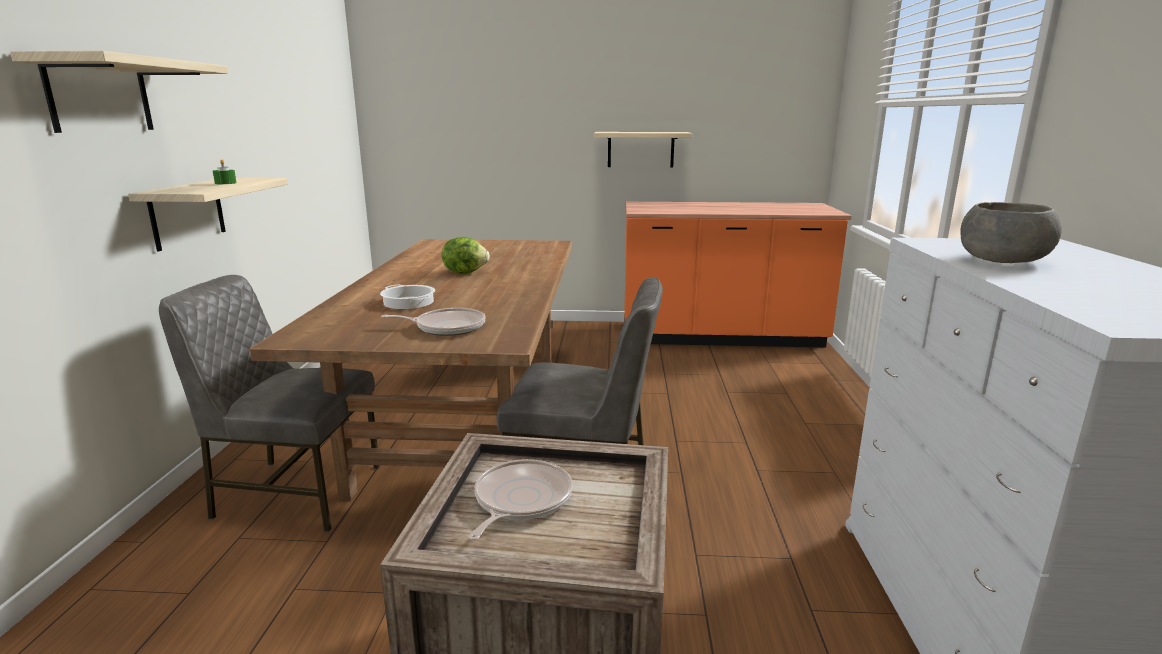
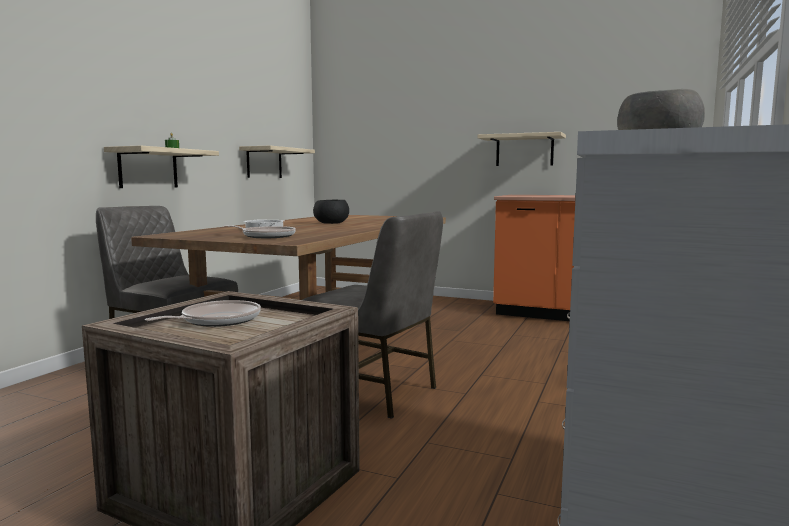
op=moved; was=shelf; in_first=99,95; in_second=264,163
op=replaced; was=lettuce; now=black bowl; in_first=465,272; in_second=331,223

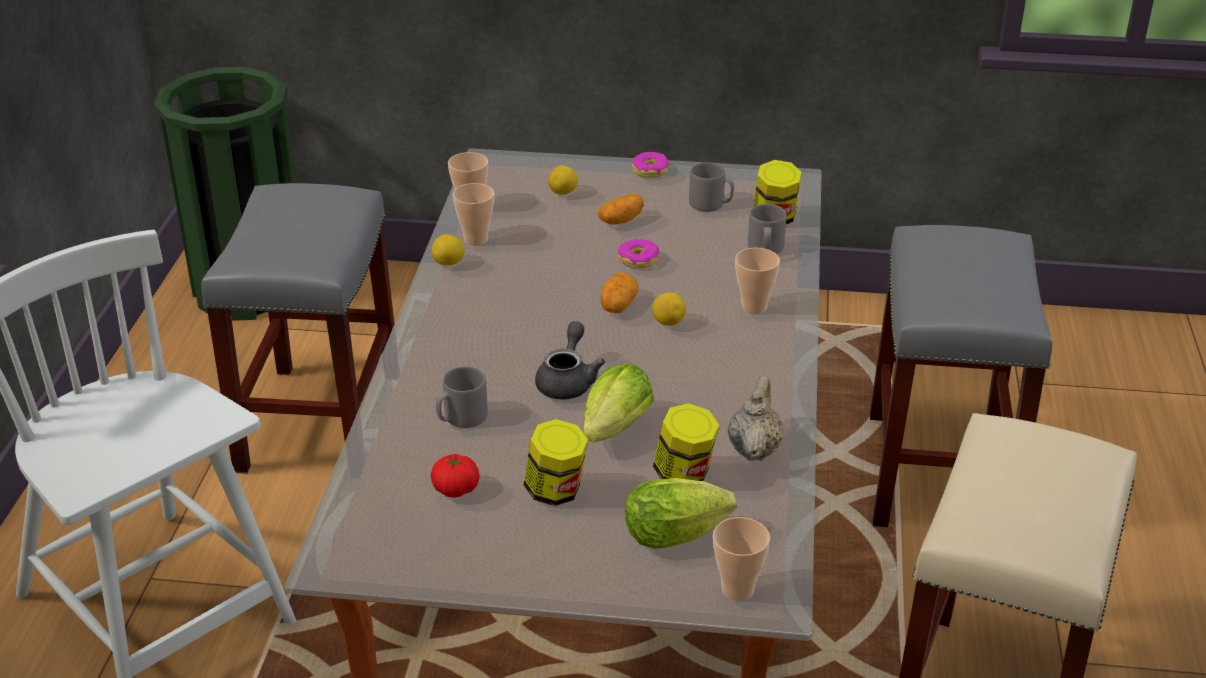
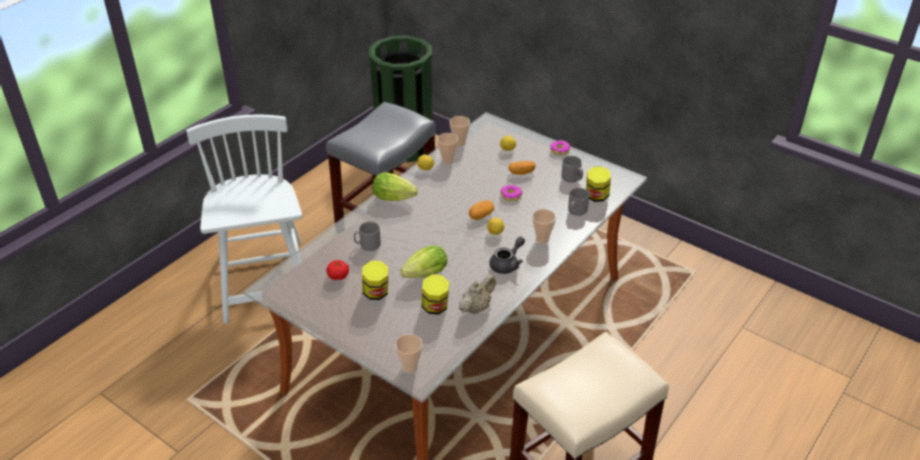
op=moved; was=lettuce; in_first=680,534; in_second=396,198
op=moved; was=grey teapot; in_first=568,381; in_second=507,264
op=removed; was=grey stool; in_first=940,475

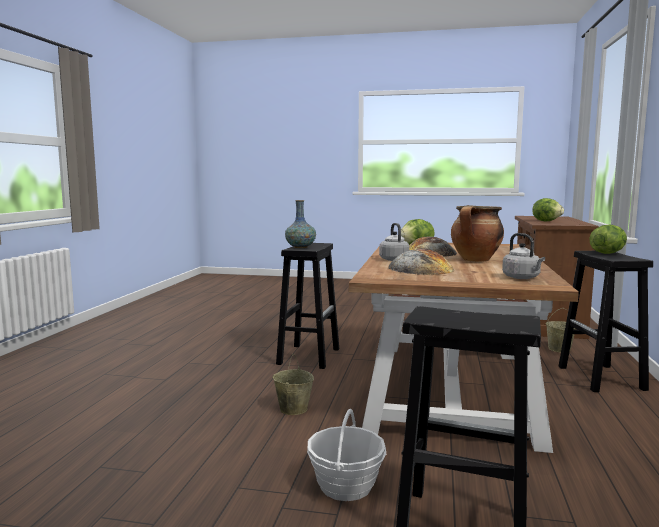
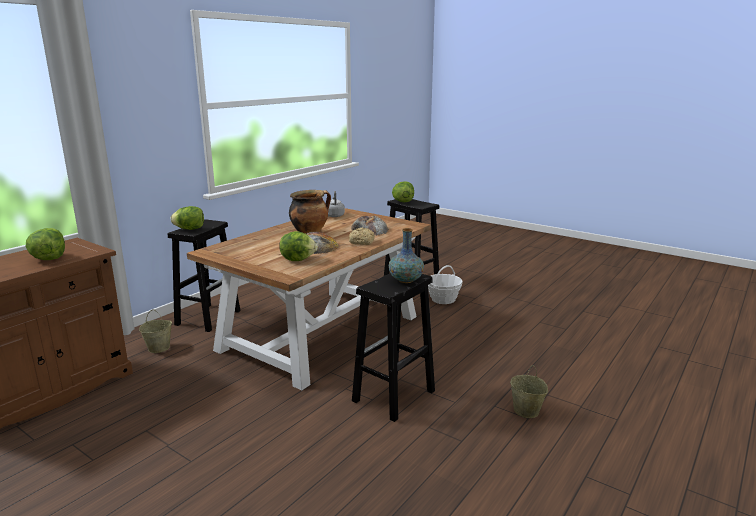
op=replaced; was=grey kettle; now=bread; in_first=393,259; in_second=362,242
op=added; now=lettuce; in_second=403,201
op=moved; was=beige bucket; in_first=293,409; in_second=526,411

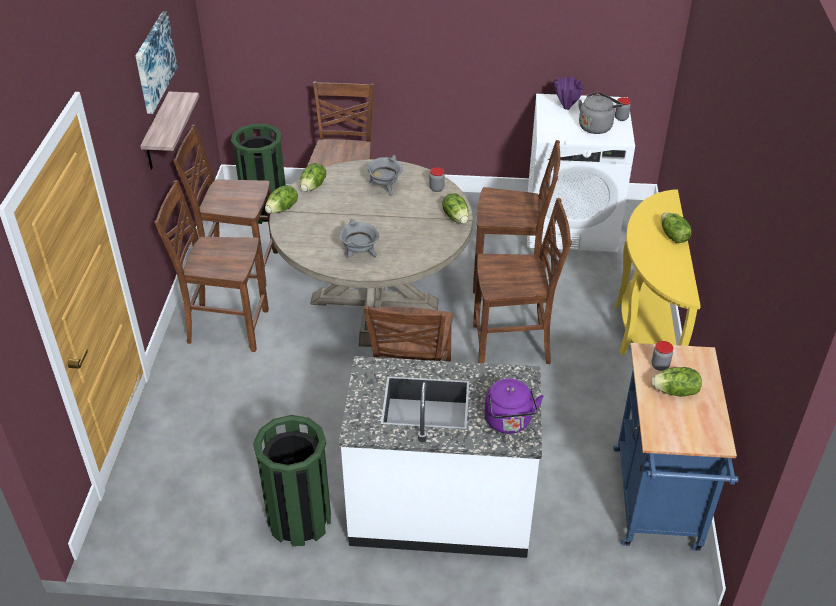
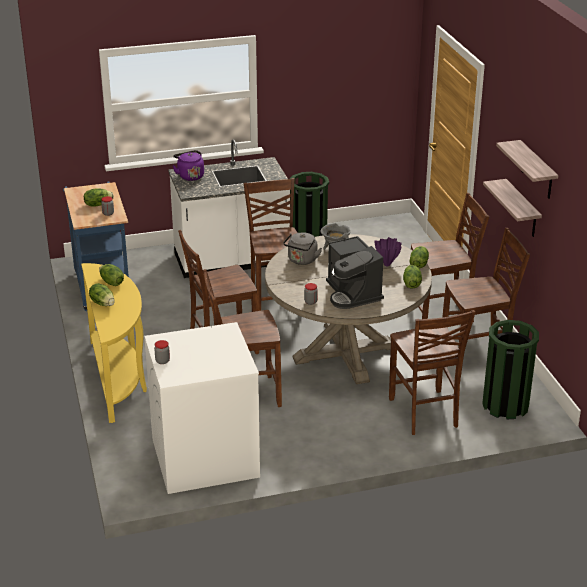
op=moved; was=lettuce; in_first=456,217; in_second=111,282
op=moved; was=grey kettle; in_first=596,126; in_second=302,260
op=replaced; was=grey cooking pot; now=coffee machine; in_first=385,188; in_second=353,294
op=moved; was=purple vase; in_first=566,107; in_second=387,265
op=replaced; was=picture; now=shelf; in_first=154,61; in_second=537,170

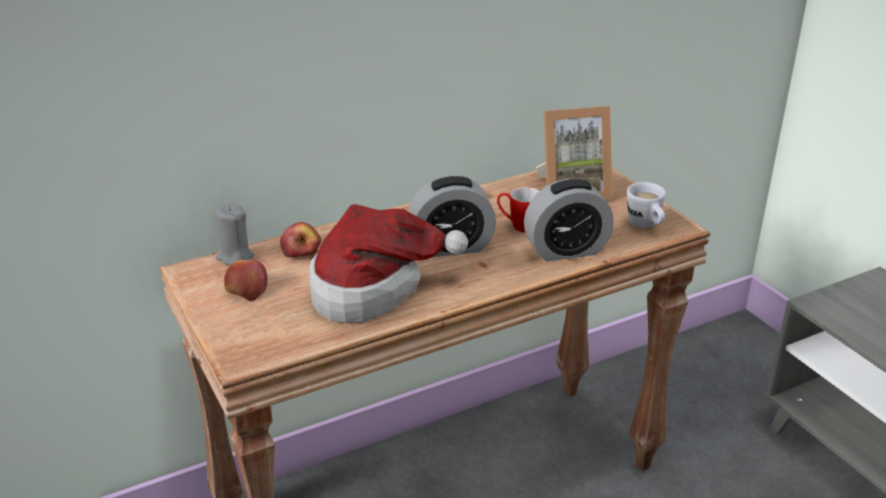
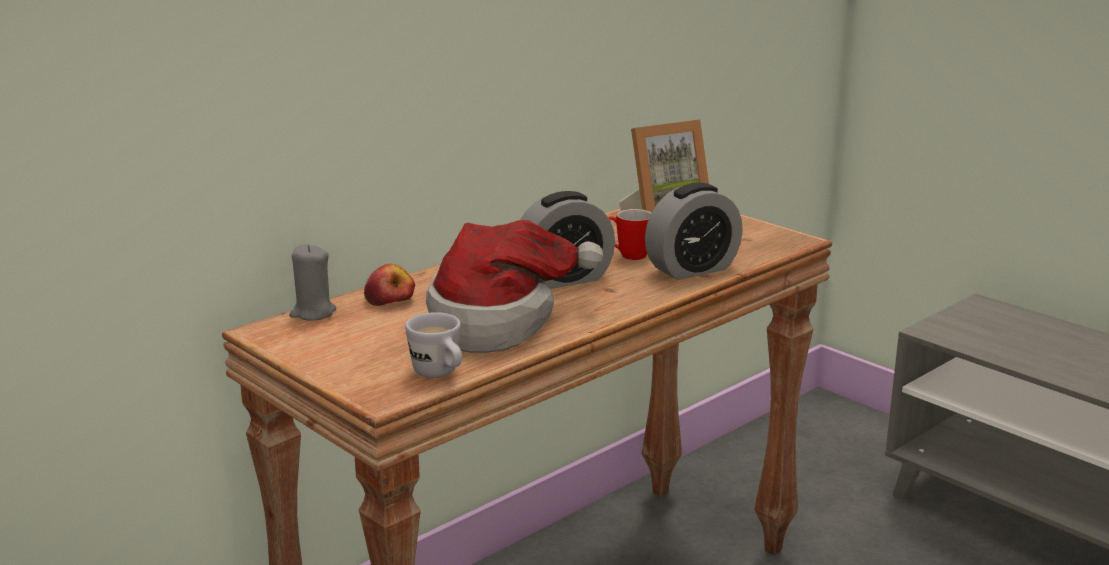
op=moved; was=white mug; in_first=646,226; in_second=440,375
op=removed; was=apple; in_first=246,288

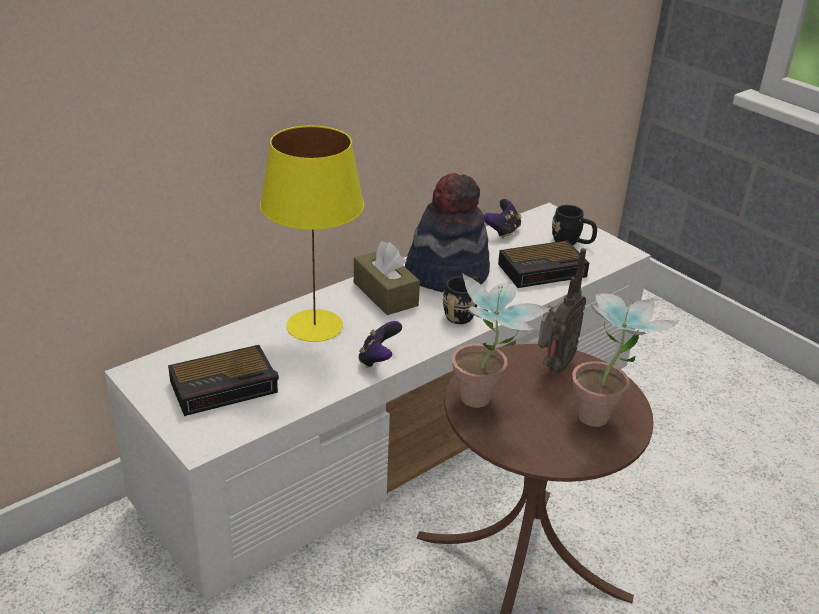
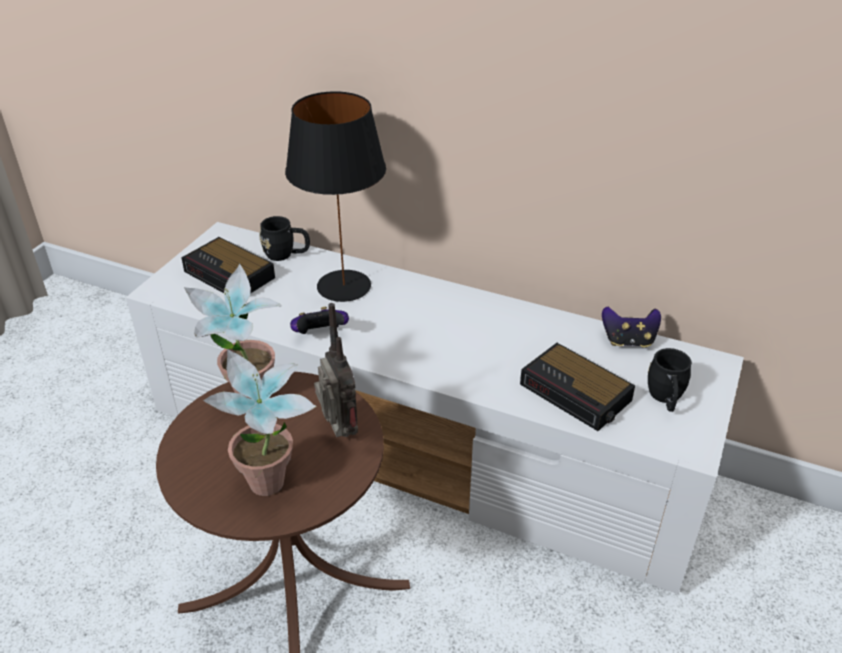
op=moved; was=black mug; in_first=463,313; in_second=286,254
op=recoloured; was=yellow table lamp; now=black table lamp; in_first=313,325; in_second=344,285
op=turned; was=radio; in_first=553,366; in_second=338,432; clockwise=-120
op=removed; was=brown tissue box; in_first=385,294
op=removed; was=hat; in_first=447,273

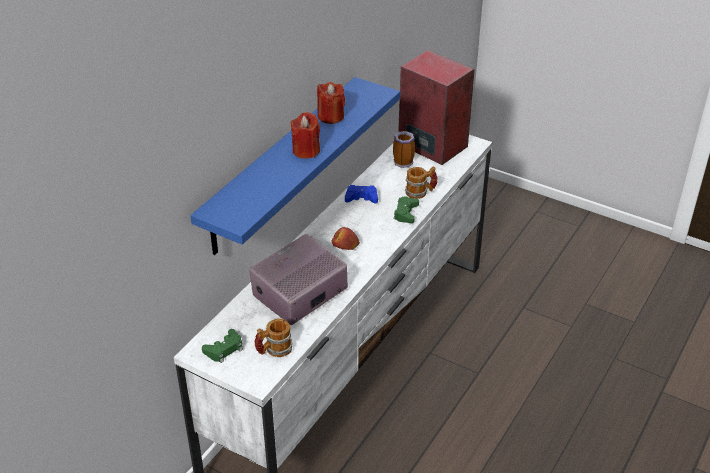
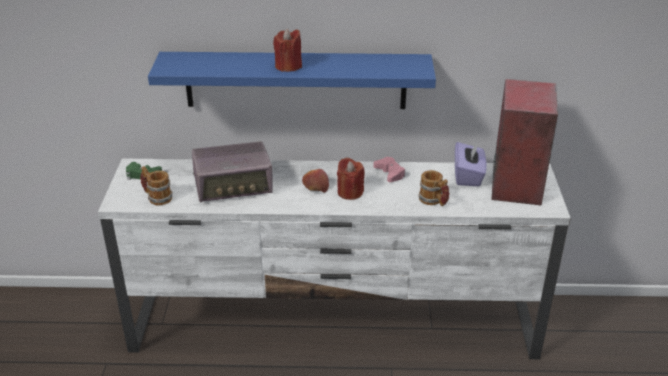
op=turned; was=radio; in_first=299,293; in_second=233,185; clockwise=150
op=moved; was=red candle; in_first=330,116; in_second=350,192
op=recoloured; was=blue game controller; now=pink game controller; in_first=361,198; in_second=389,173
op=replaced; was=mug; now=purple tissue box; in_first=401,161; in_second=468,176
op=removed; was=green game controller; in_first=406,213

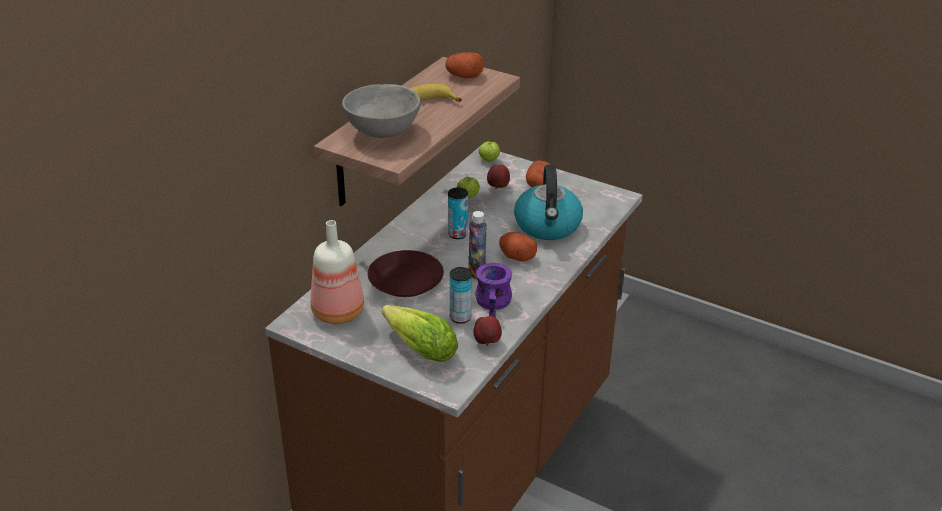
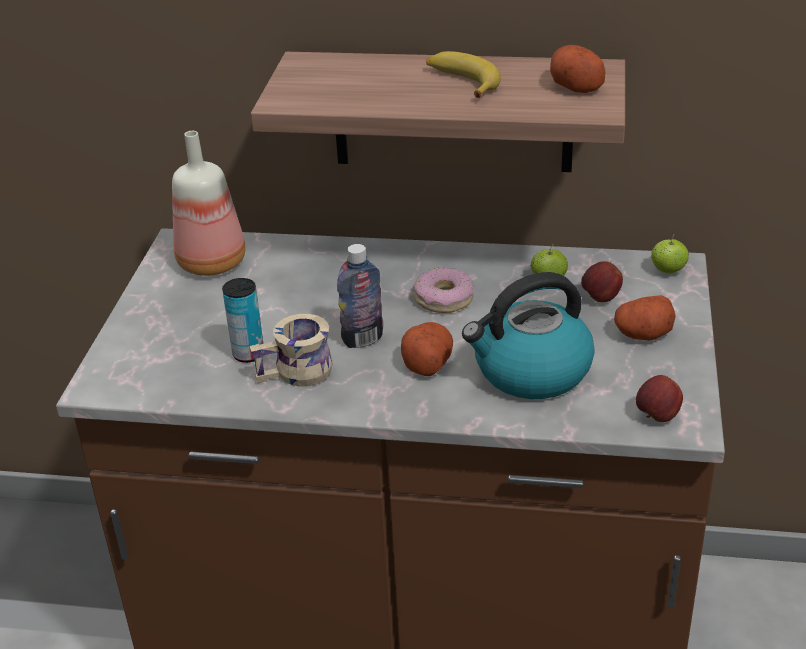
op=recoloured; was=purple mug; now=beige mug; in_first=496,303; in_second=297,375
op=replaced; was=can; now=donut; in_first=457,234; in_second=443,299
op=moved; was=apple; in_first=487,342; in_second=657,416
op=removed; was=grey bowl; in_first=381,132
op=removed; was=brown plate; in_first=405,280
op=removed; was=lettuce; in_first=417,346

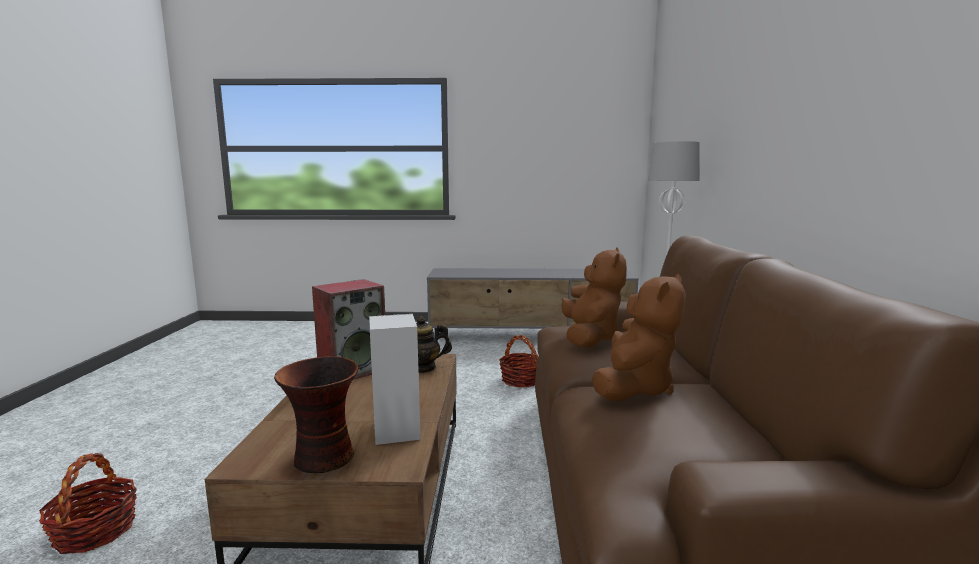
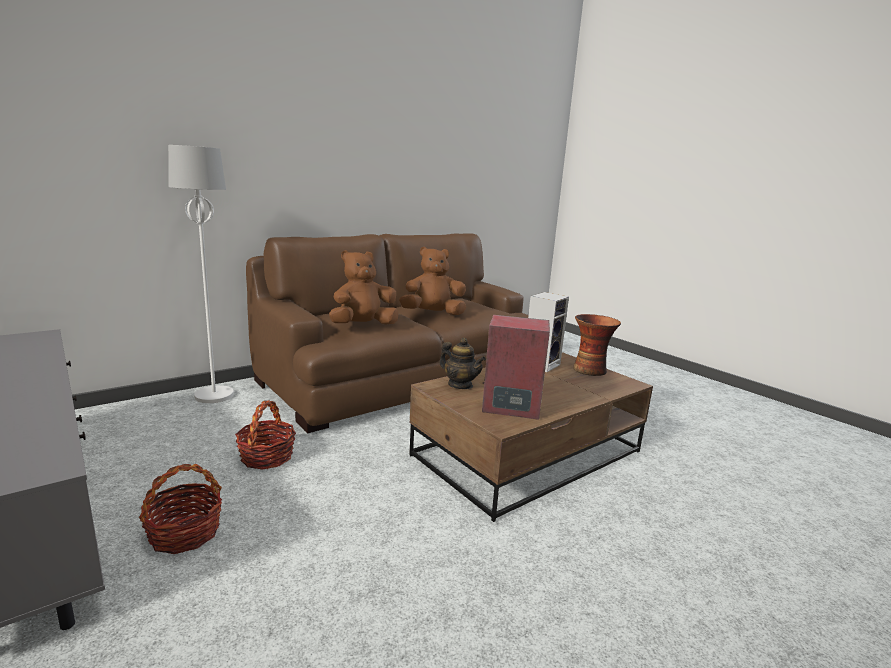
op=moved; was=basket; in_first=95,531; in_second=184,533

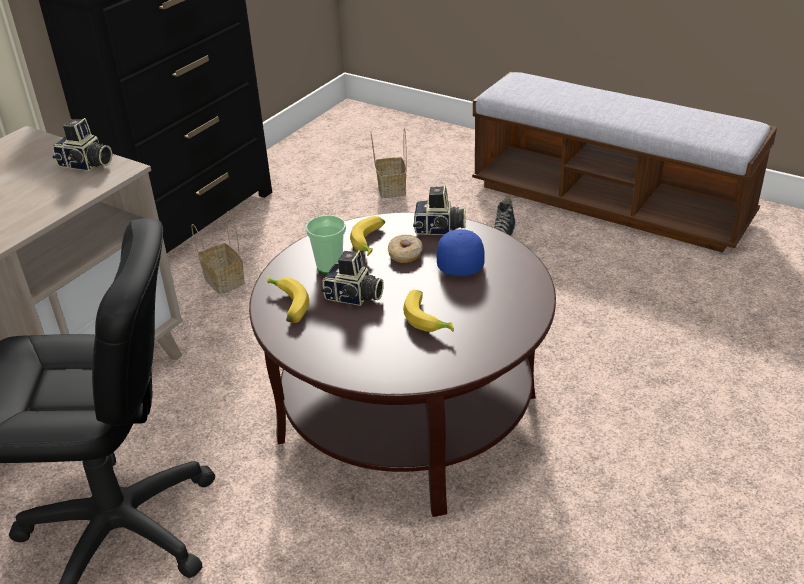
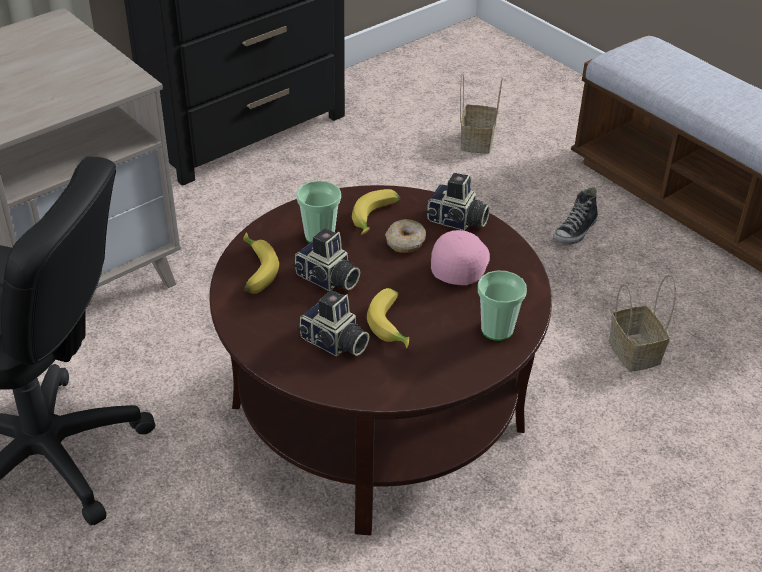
op=moved; was=photo camera; in_first=86,165; in_second=334,343
op=recoloured; was=blue cap; now=pink cap; in_first=459,260; in_second=459,264
op=added; now=cup; in_second=497,330
op=moved; was=basket; in_first=222,280; in_second=632,351

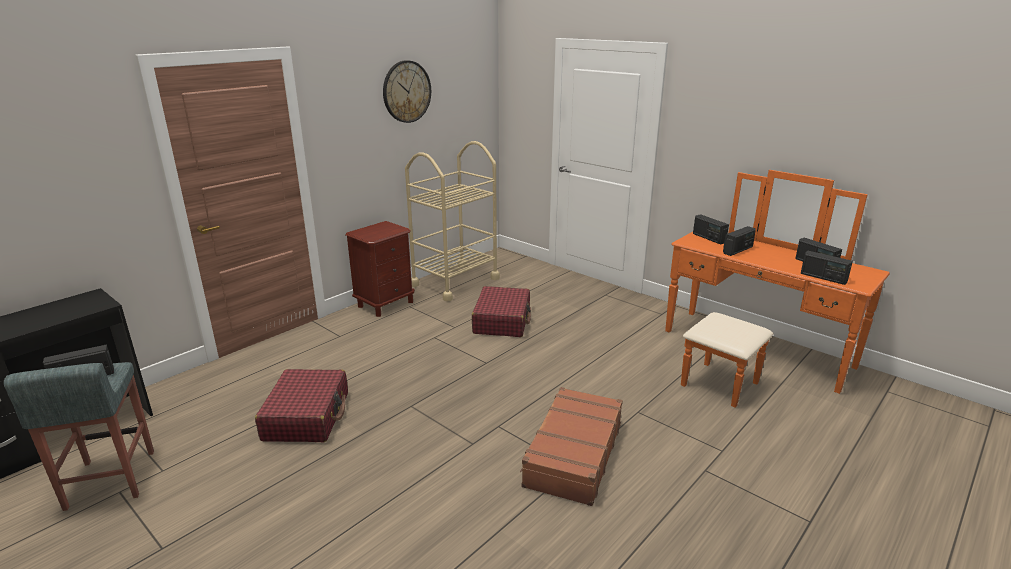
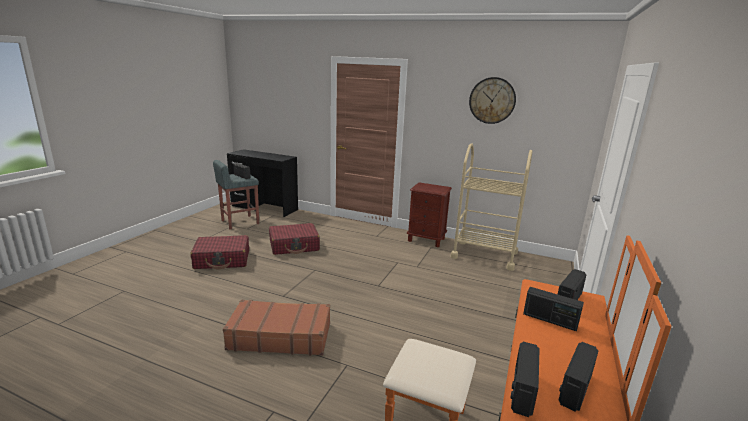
op=moved; was=red suitcase; in_first=502,321; in_second=222,260

